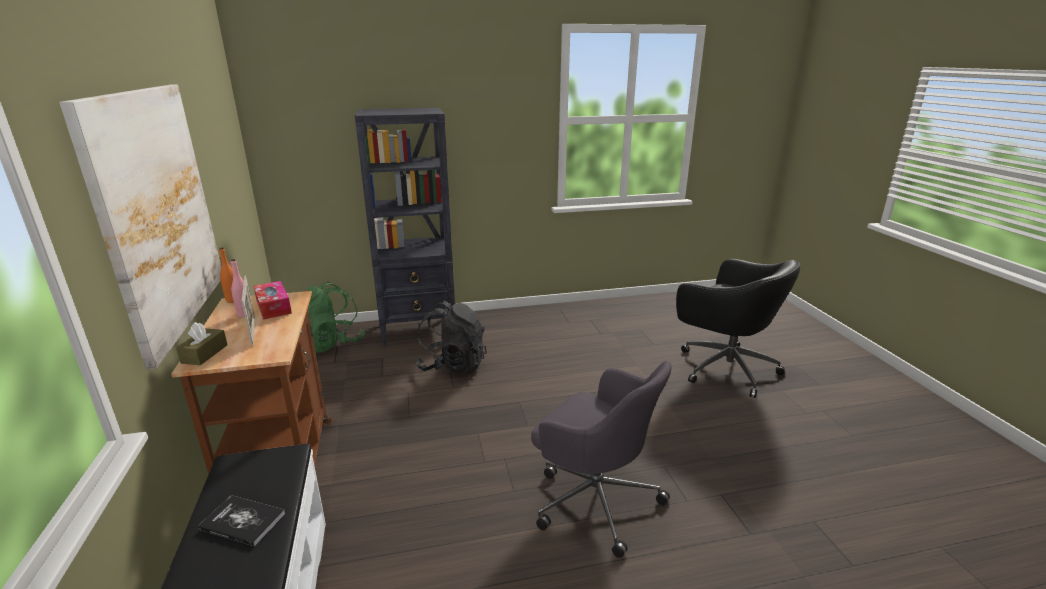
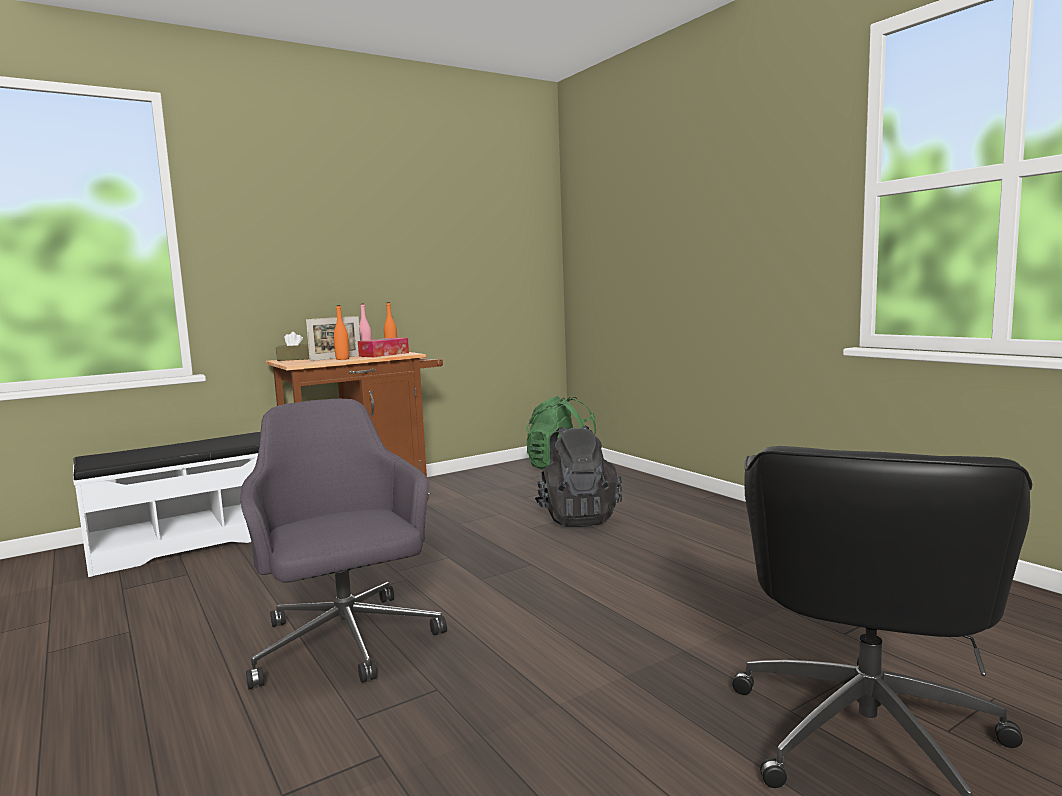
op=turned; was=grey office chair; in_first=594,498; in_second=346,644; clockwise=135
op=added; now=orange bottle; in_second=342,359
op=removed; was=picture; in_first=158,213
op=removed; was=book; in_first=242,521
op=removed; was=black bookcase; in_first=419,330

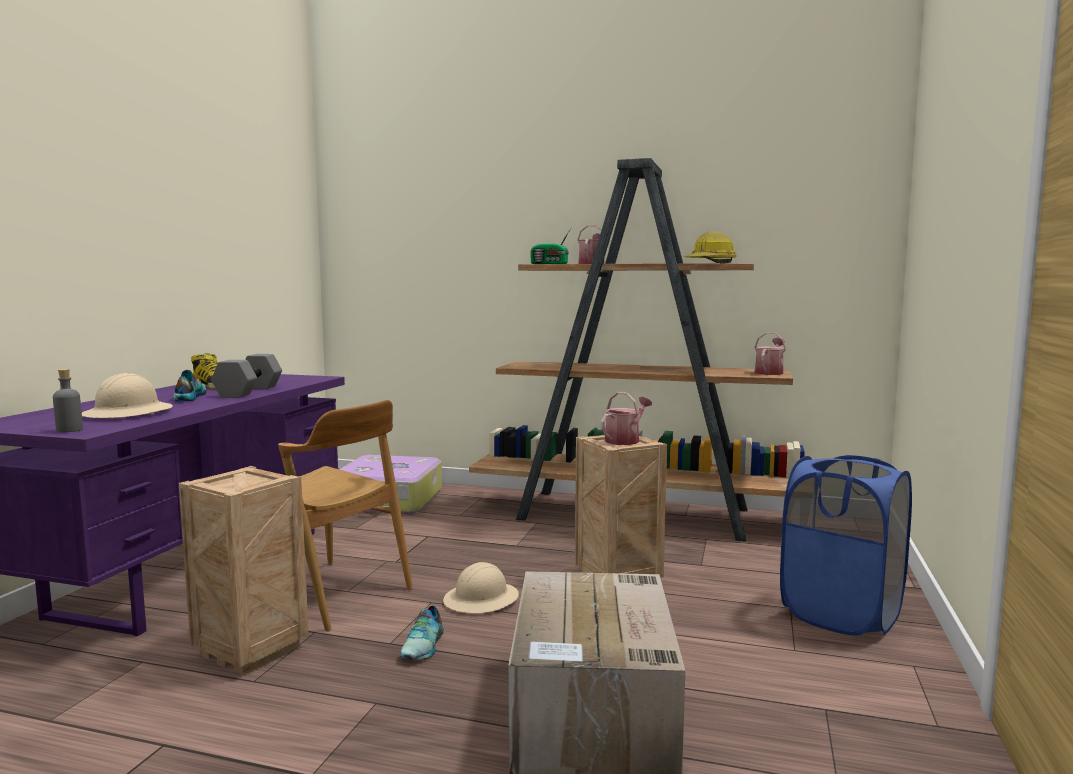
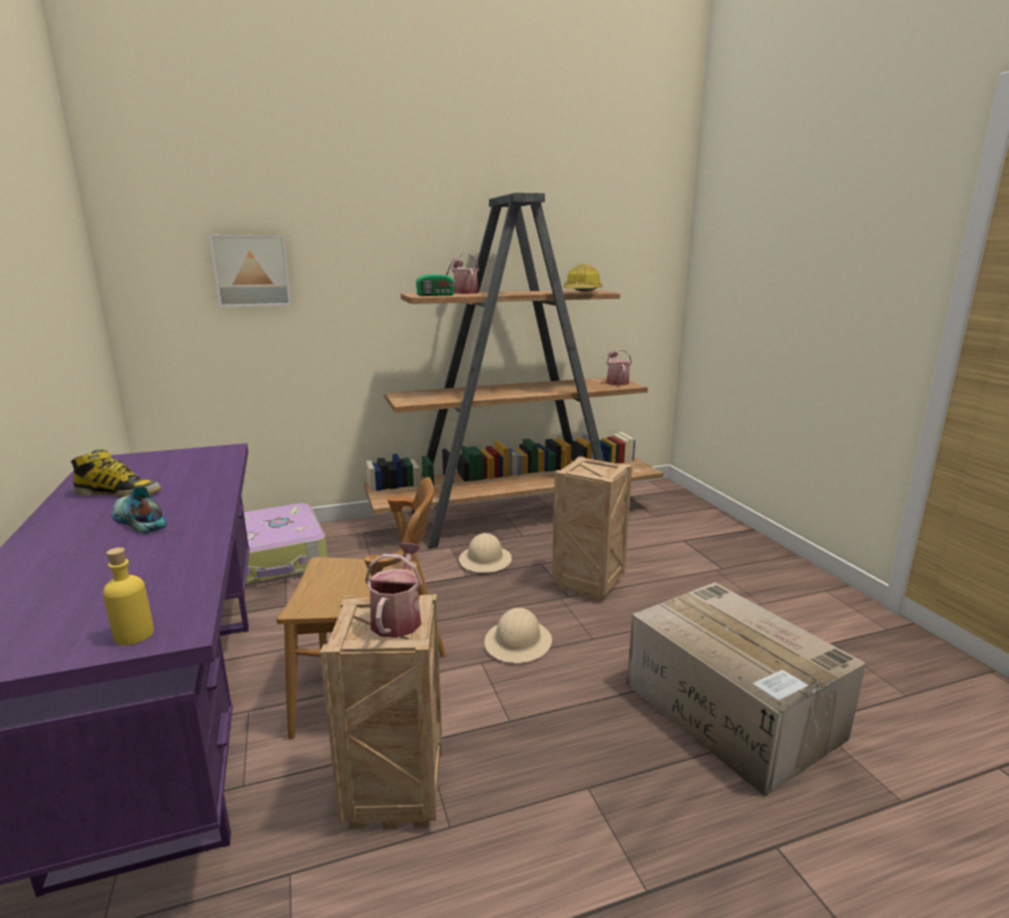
op=recoloured; was=grey bottle; now=yellow bottle; in_first=69,430; in_second=134,635
op=added; now=picture; in_second=251,271
op=moved; was=watering can; in_first=625,440; in_second=398,617
op=moved; was=beige hard hat; in_first=128,413; in_second=485,560
op=removed; was=grey dumbbell; in_first=248,391
op=removed; was=shoe; in_first=425,646
op=removed; was=blue laundry basket; in_first=841,614

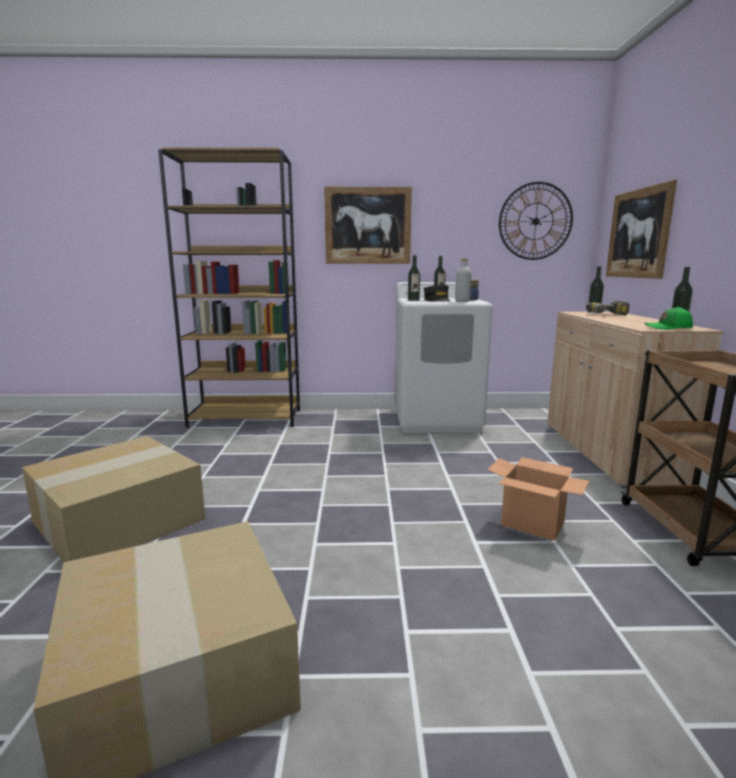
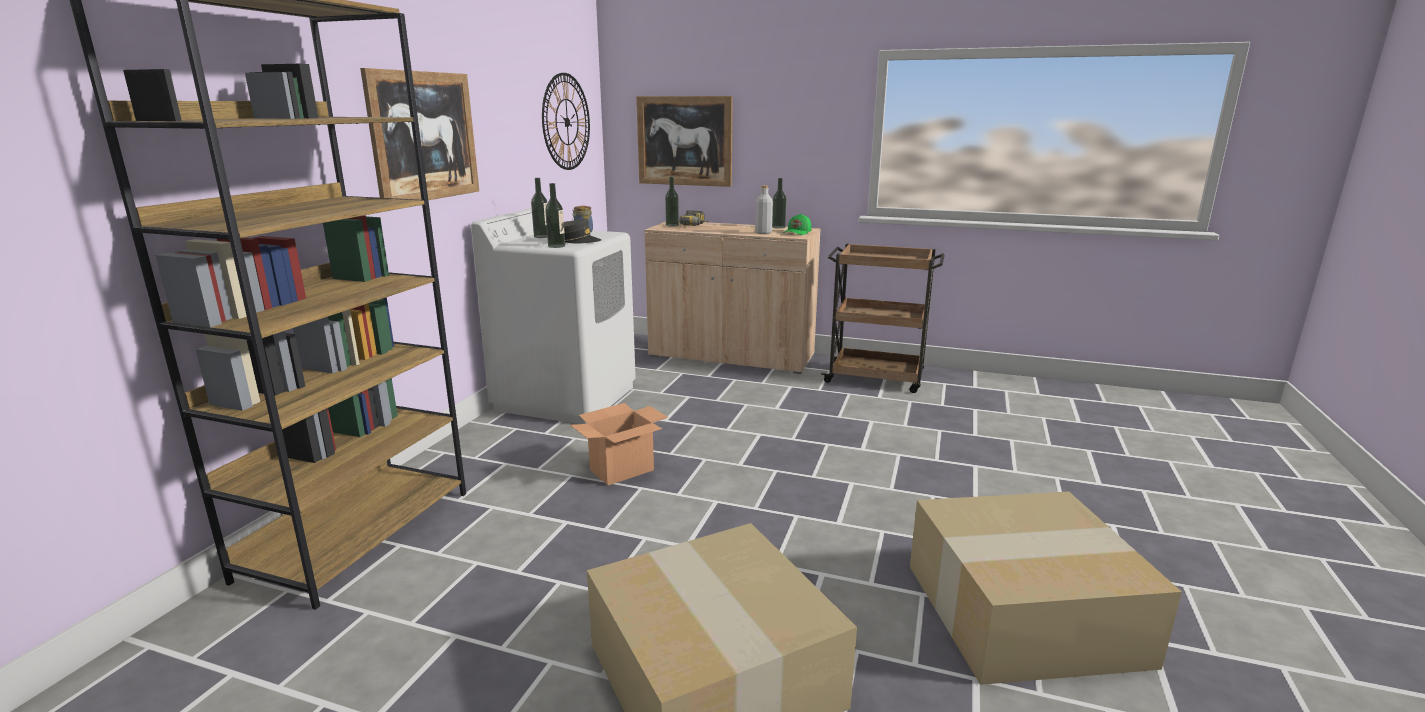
op=moved; was=cardboard box; in_first=533,524; in_second=622,470
op=moved; was=grey bottle; in_first=462,301; in_second=763,233

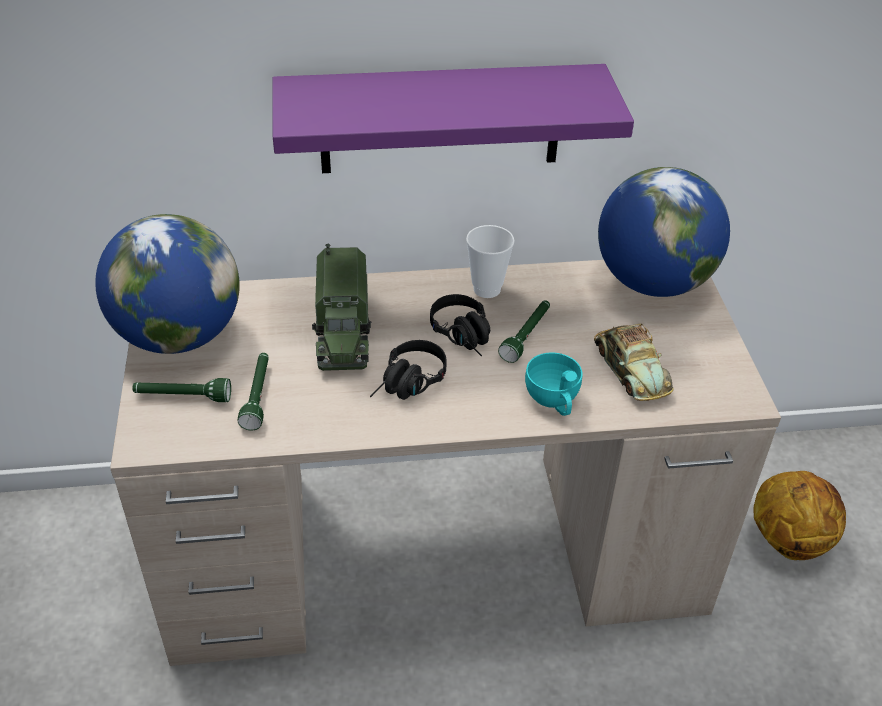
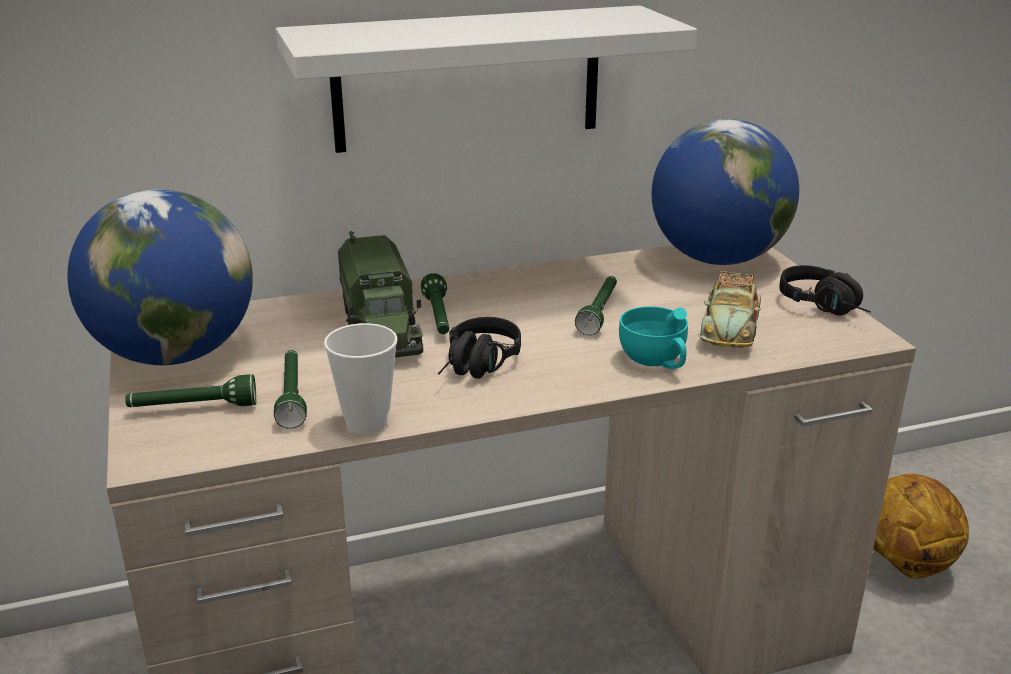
op=recoloured; was=purple shelf; now=white shelf; in_first=440,119; in_second=468,79
op=moved; was=cup; in_first=487,289; in_second=366,422
op=added; now=green flashlight; in_second=438,317
op=turned; was=toy car; in_first=630,369; in_second=729,327; clockwise=45
op=moved; was=black headphones; in_first=466,337; in_second=827,307

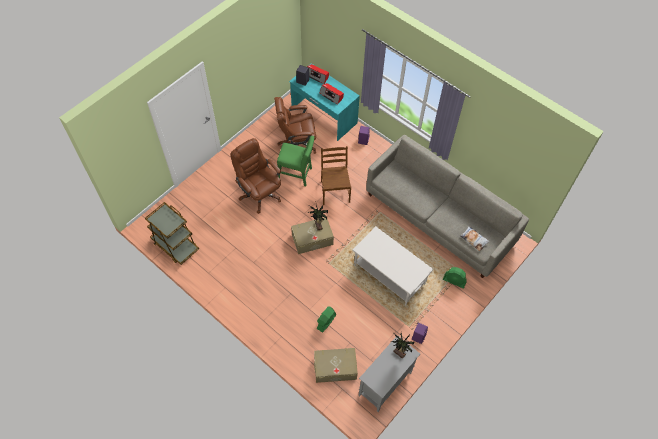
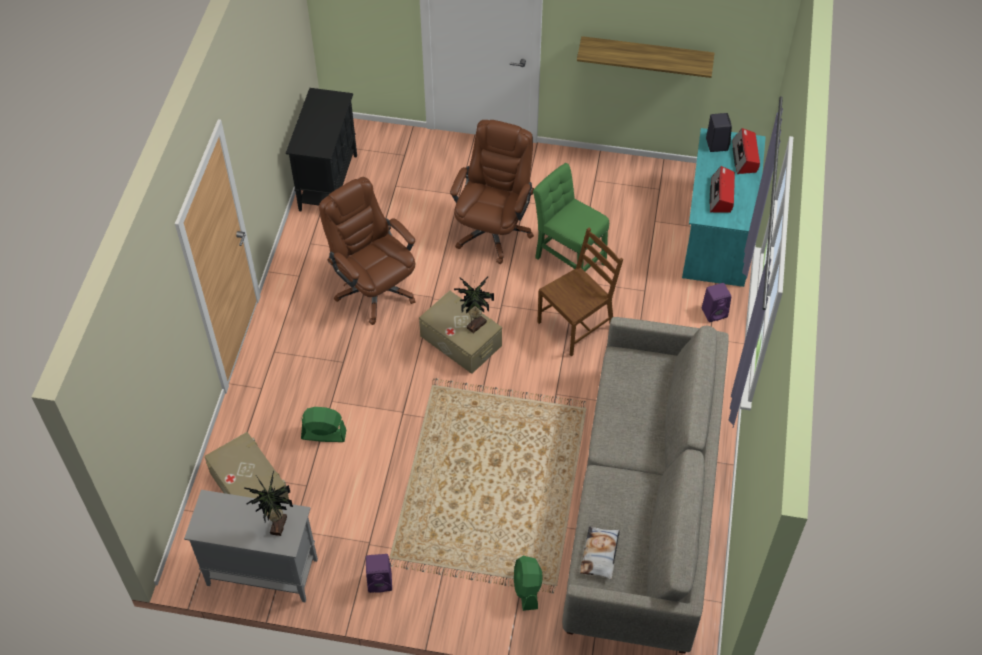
op=replaced; was=brown cart; now=black cabinet; in_first=175,246; in_second=328,182
op=moved; was=brown office chair; in_first=297,144; in_second=374,289
op=turned; was=green chair; in_first=296,174; in_second=568,258; clockwise=150
op=added; now=shelf; in_second=646,54
op=removed; was=white coffee table; in_first=390,274

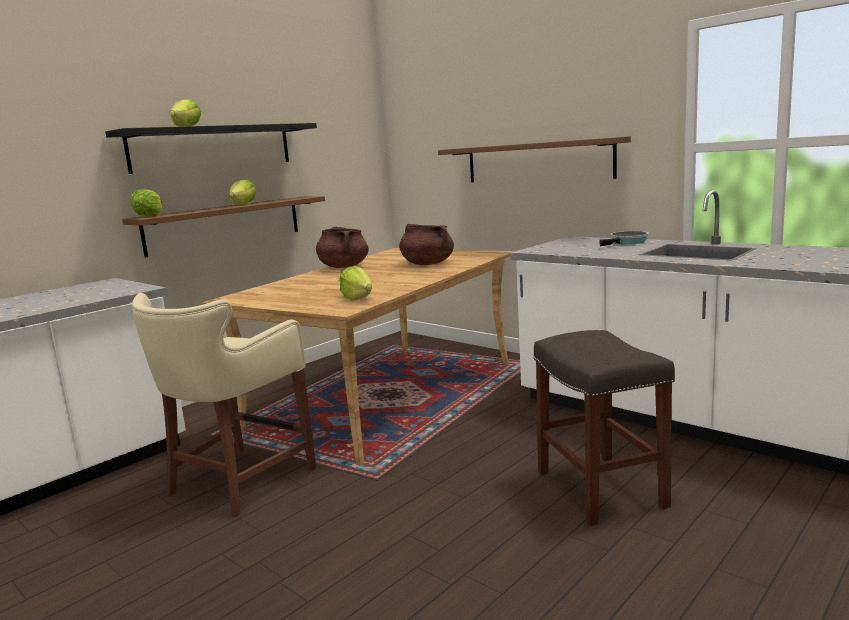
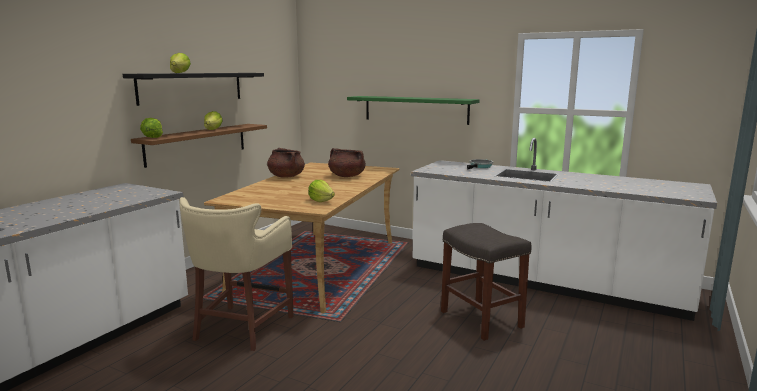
op=recoloured; was=brown shelf; now=green shelf; in_first=537,161; in_second=415,109

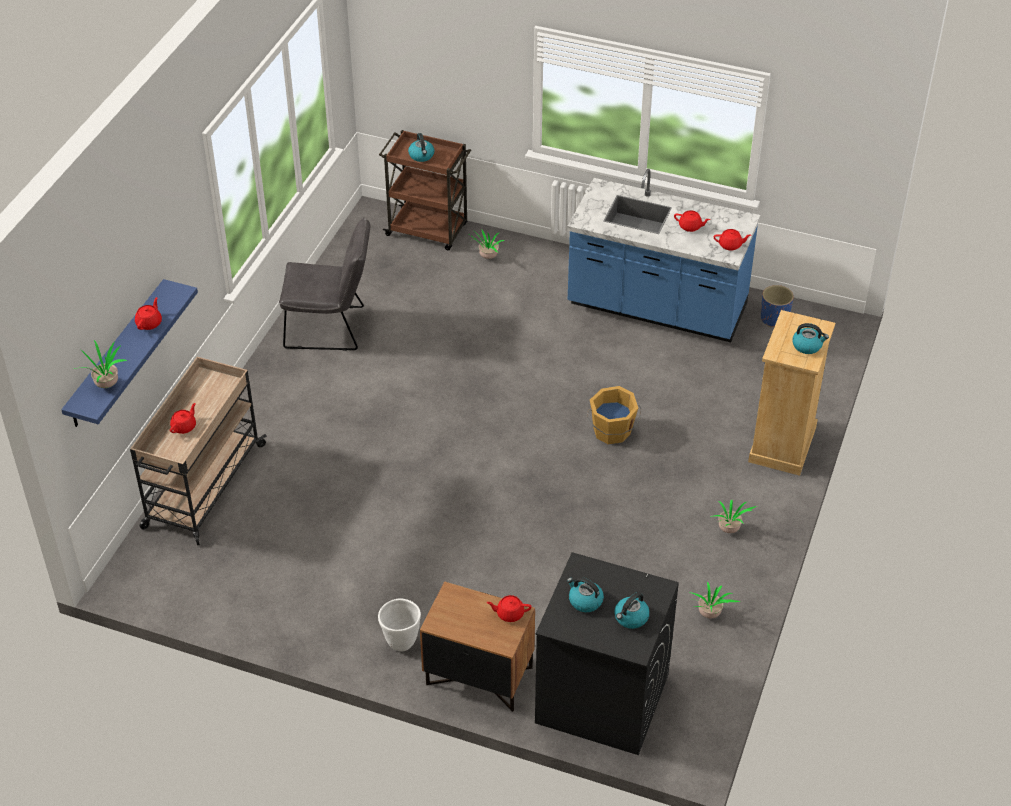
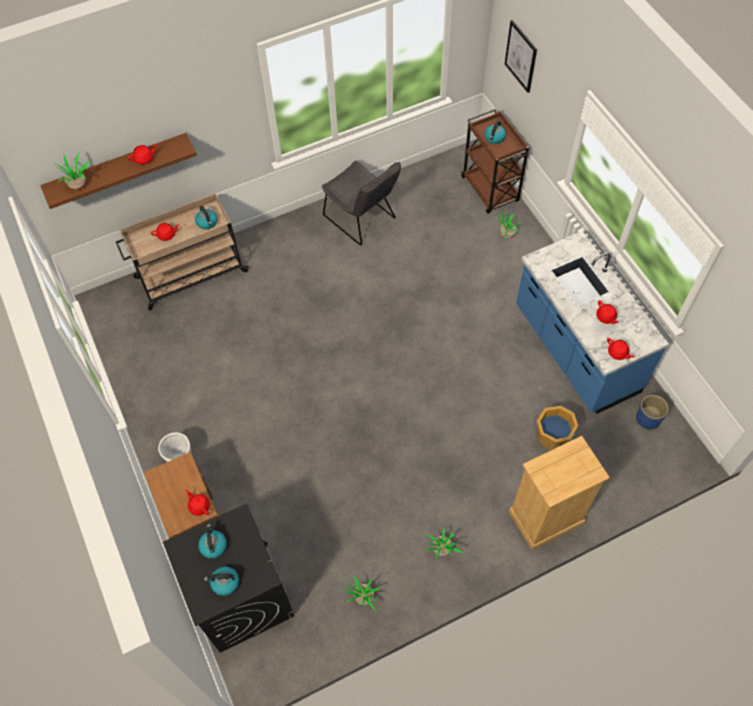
op=recoloured; was=blue shelf; now=brown shelf; in_first=117,355; in_second=117,167
op=moved; was=kettle; in_first=807,346; in_second=207,222
op=added; now=picture; in_second=521,56
op=moved; was=orange bucket; in_first=612,431; in_second=552,437

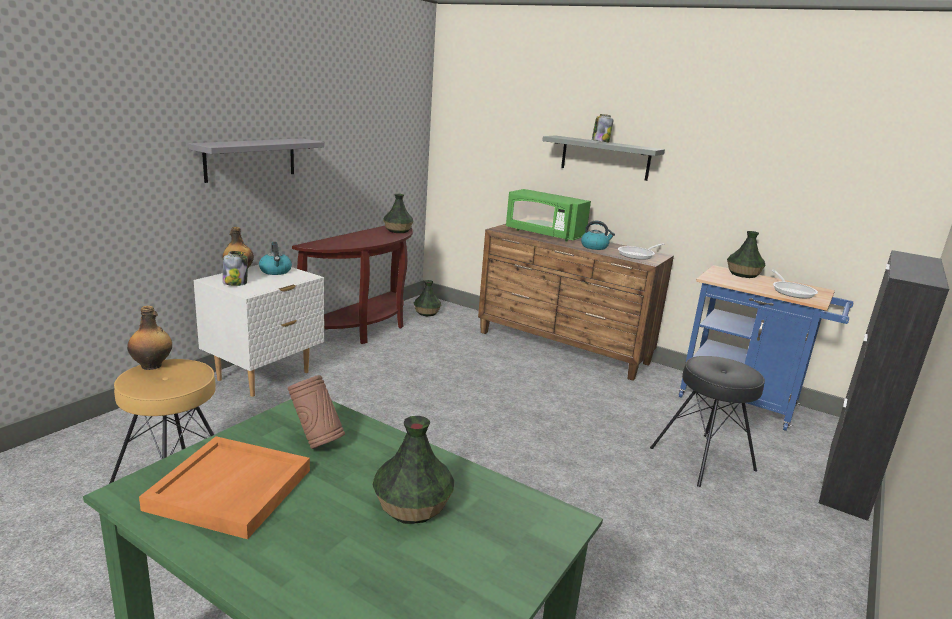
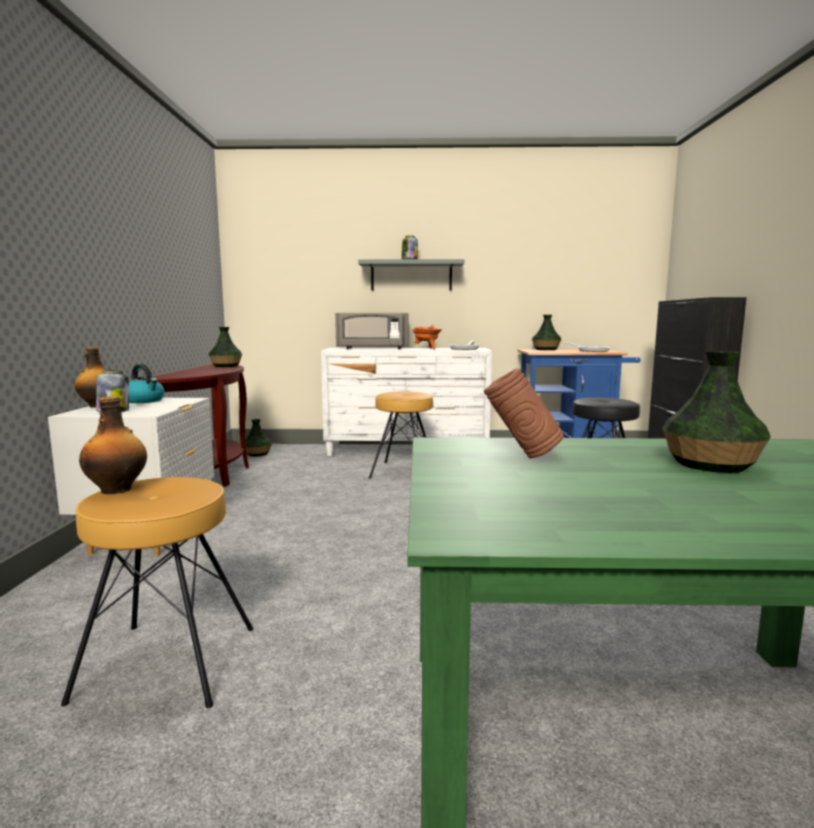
op=recoloured; was=brown dresser; now=white dresser; in_first=562,348; in_second=407,451
op=recoloured; was=green microwave; now=grey microwave; in_first=543,234; in_second=372,348
op=added; now=brown stool; in_second=404,471
op=replaced; was=kettle; now=orange cooking pot; in_first=595,247; in_second=427,349
op=removed; was=orange tray; in_first=230,490
op=removed; was=grey shelf; in_first=251,159

